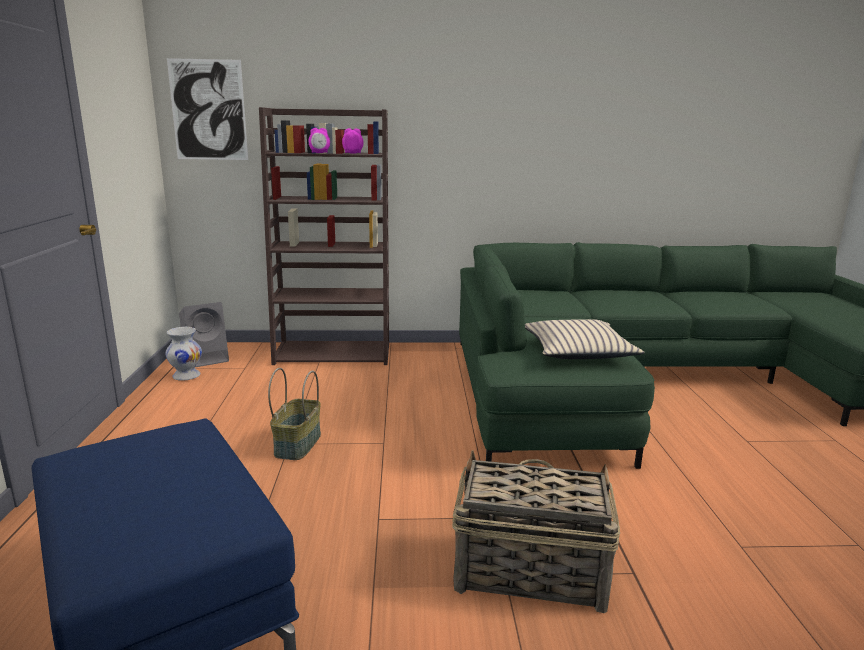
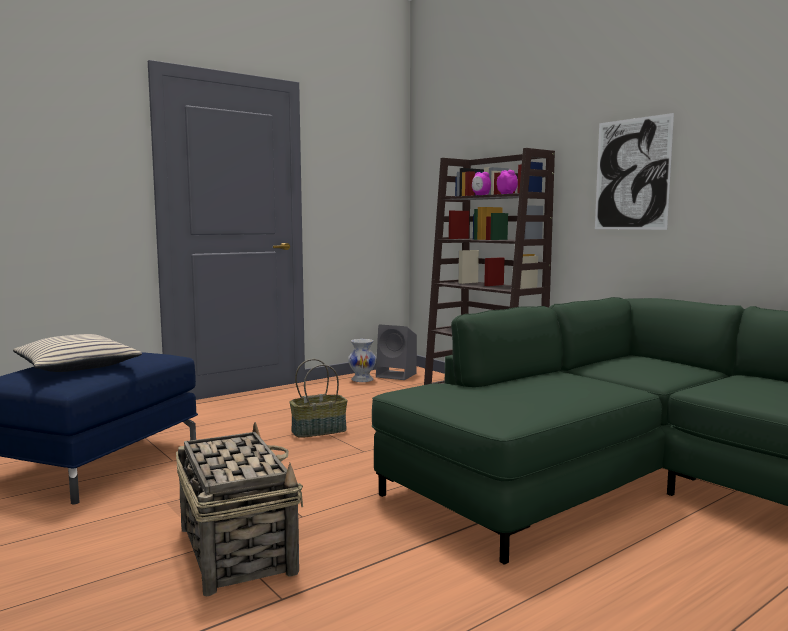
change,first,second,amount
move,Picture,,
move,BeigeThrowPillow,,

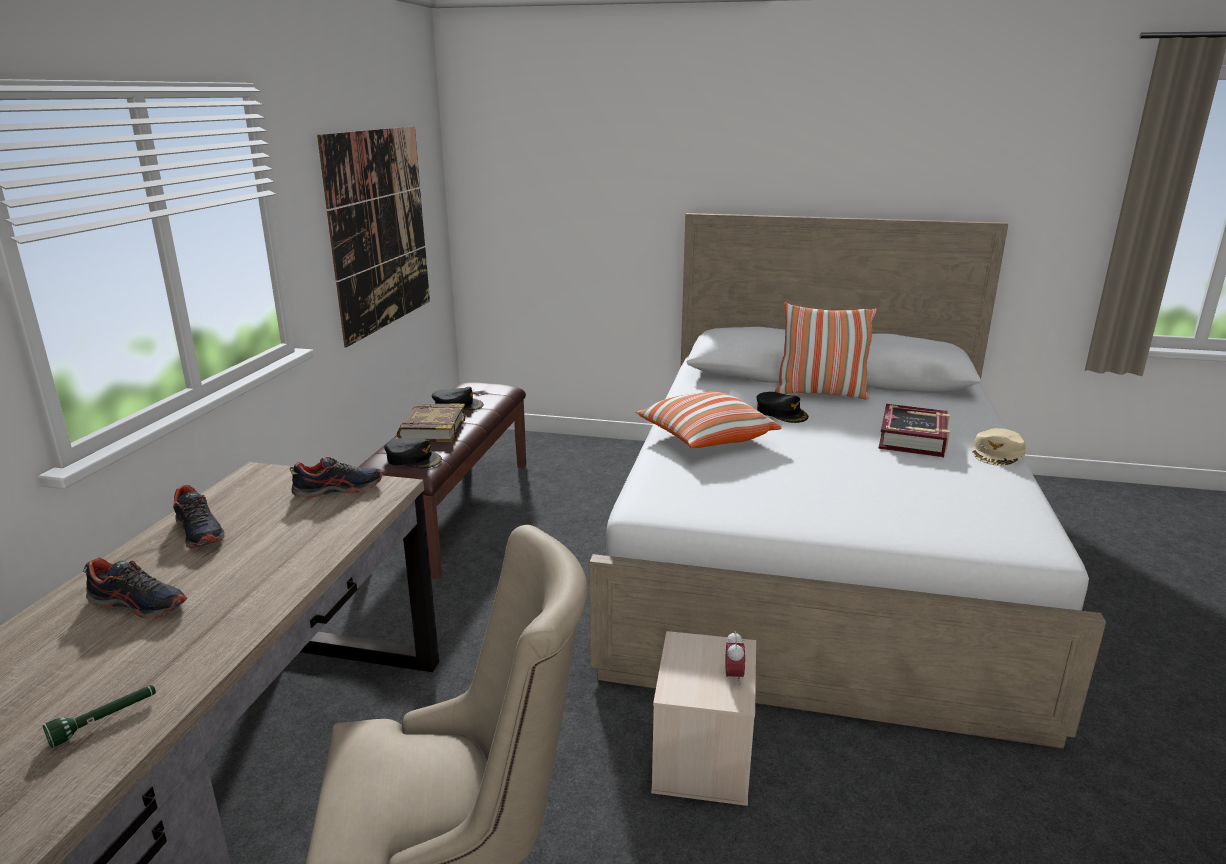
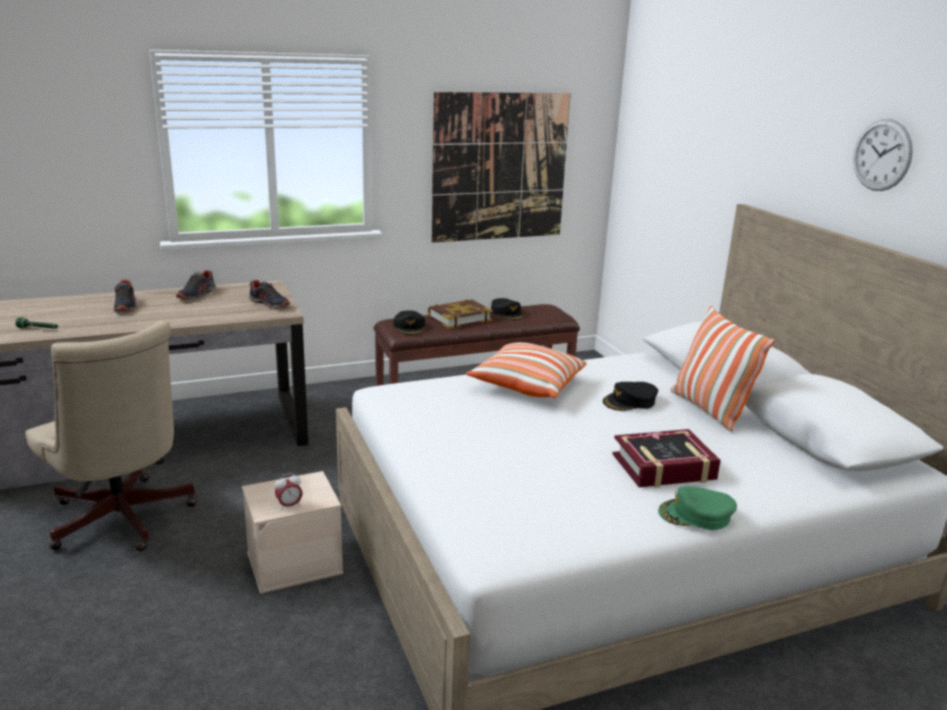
change,first,second,amount
rotate,BlackishCap (3rd from left),,45 degrees clockwise
recolor,BeigeCap,GreenishCap,
insert,,WallClock,

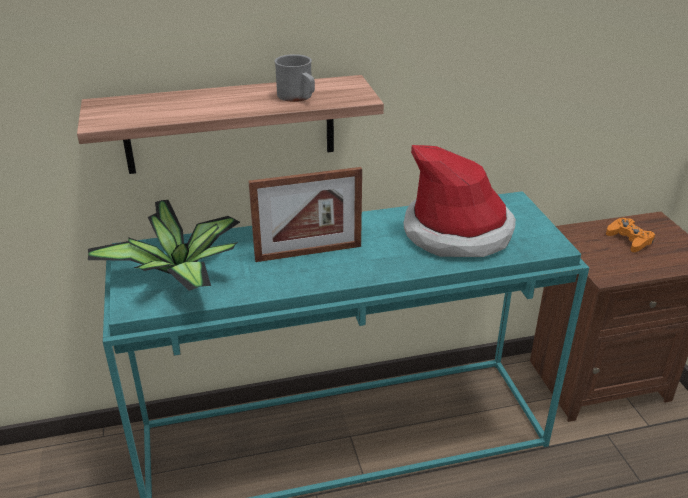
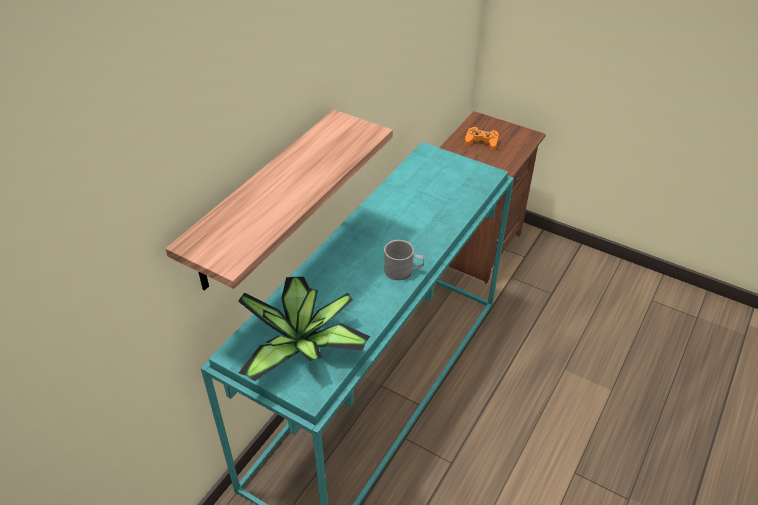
change,first,second,amount
delete,PictureFrame,,
move,GreyMug,,
delete,ClothingHat,,

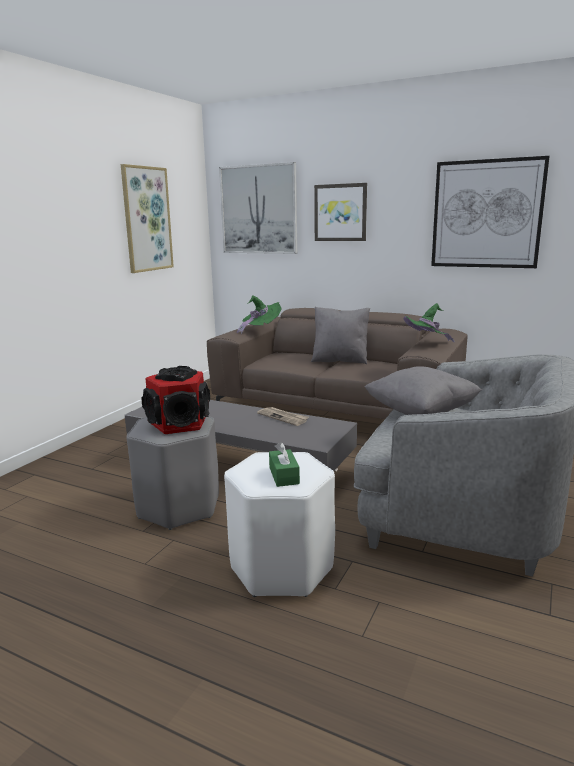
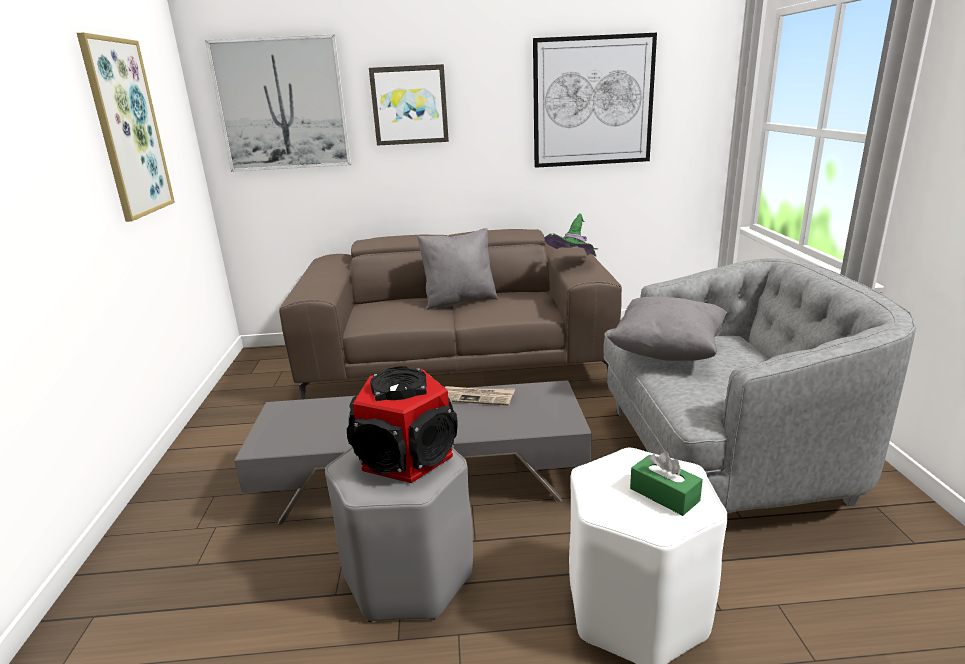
change,first,second,amount
delete,GreenishClothingHat (1st from left),,

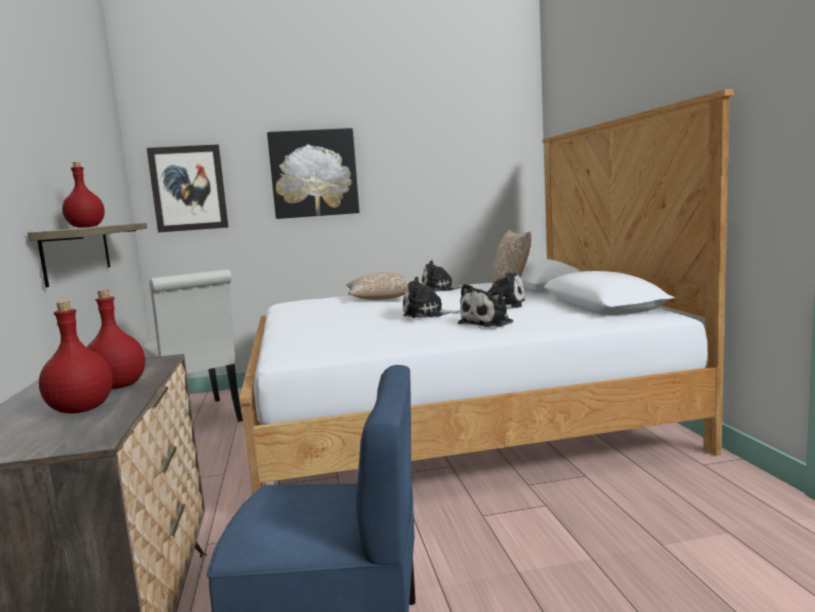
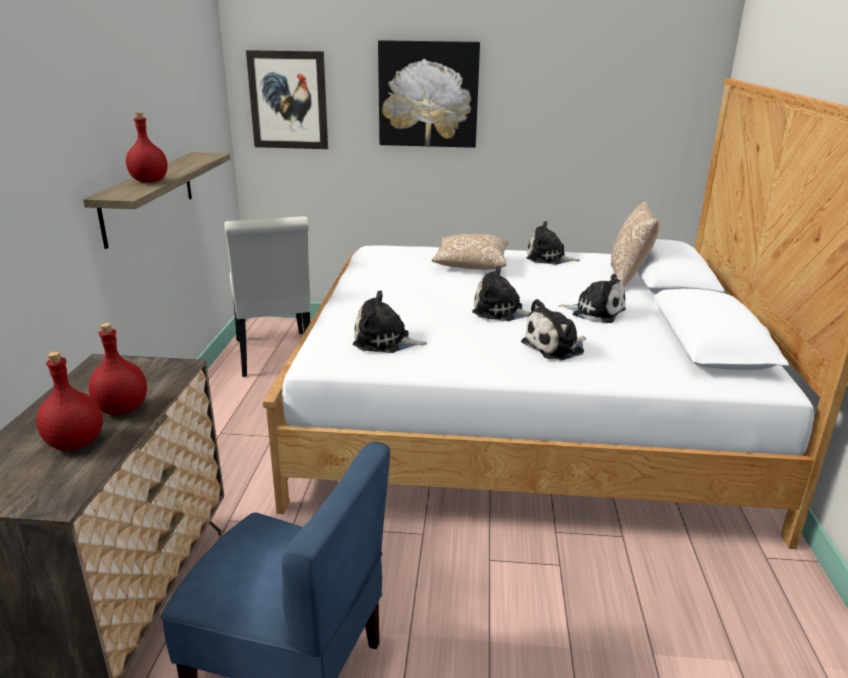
change,first,second,amount
insert,,SoftToy (1st from left),

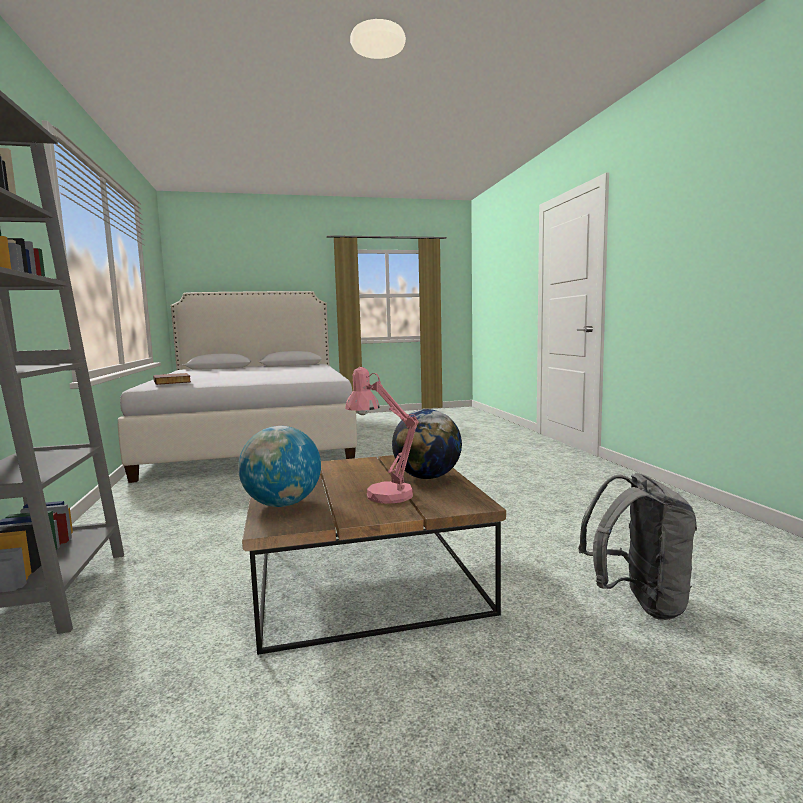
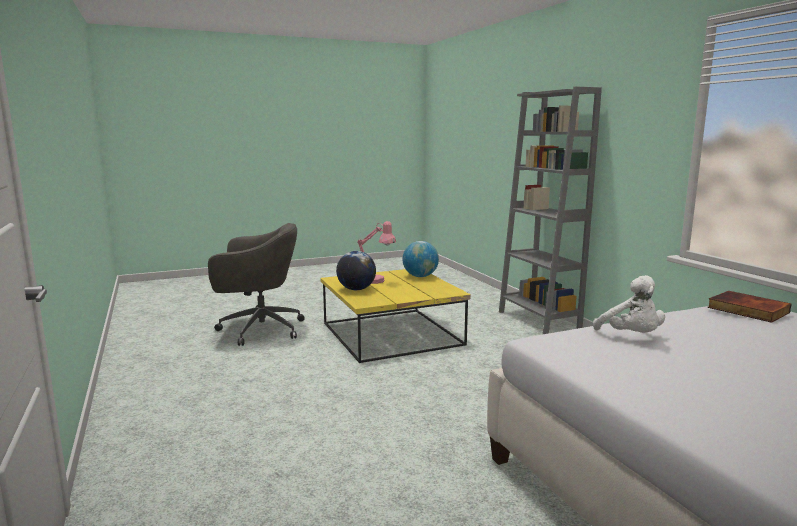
change,first,second,amount
recolor,BrownCoffeeTable,YellowCoffeeTable,
replace,GreyRucksack,GreyDeskChair,
insert,,WhiteSoftToy,

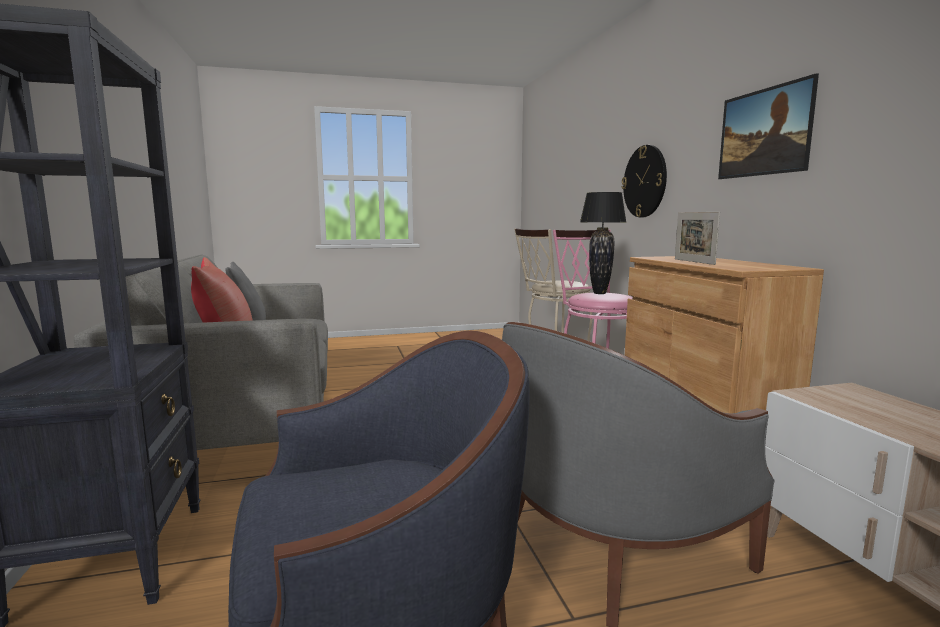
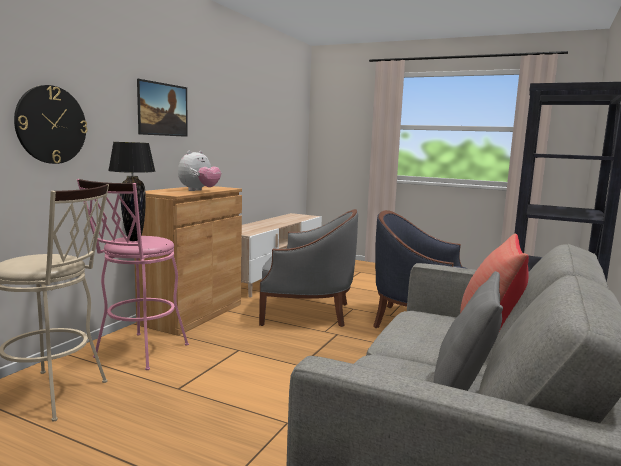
change,first,second,amount
replace,PictureFrame,SoftToy,

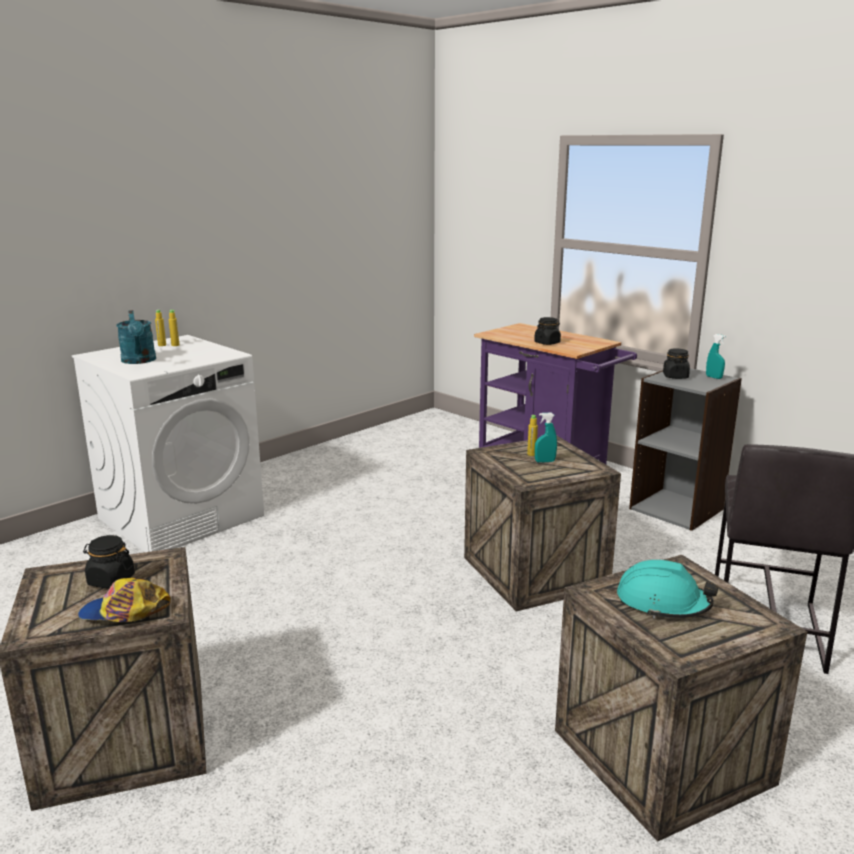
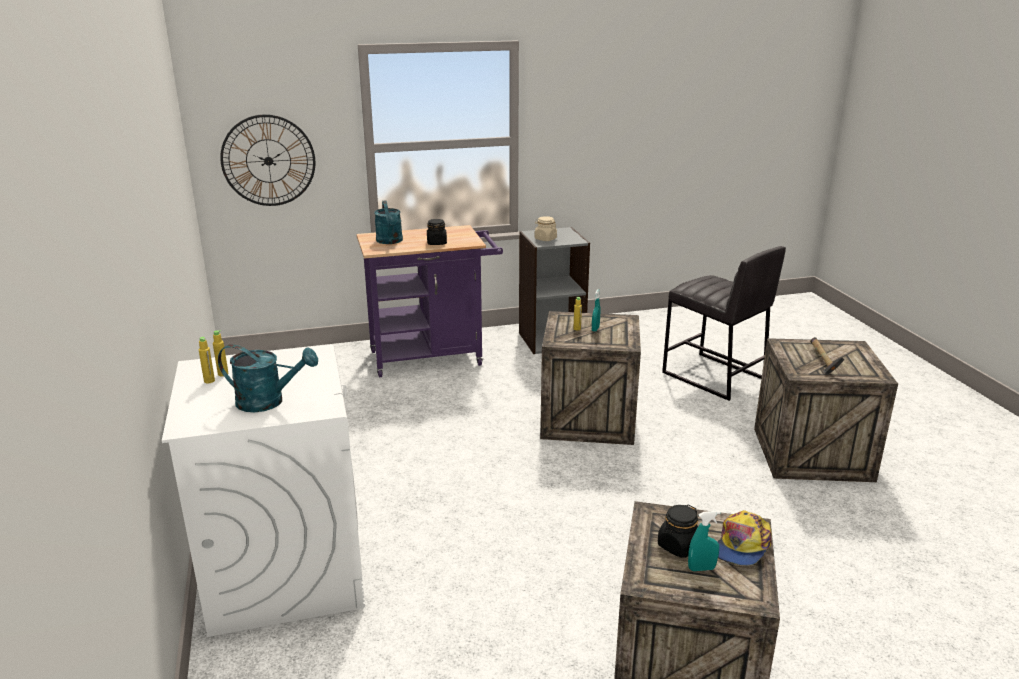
change,first,second,amount
replace,TurquoiseColouredWorkHelmet,ToolHammer,
recolor,BlackishPreserveJar (3rd from left),BeigePreserveJar,
move,TurquoiseColouredSprayBottle (2nd from left),,
insert,,WallClock,
insert,,TurquoiseColouredSprinklingCan (2nd from left),

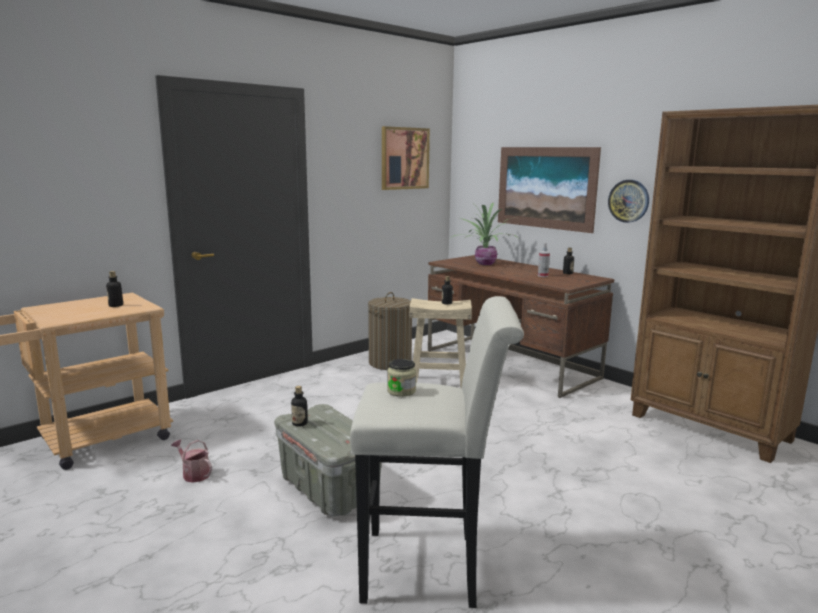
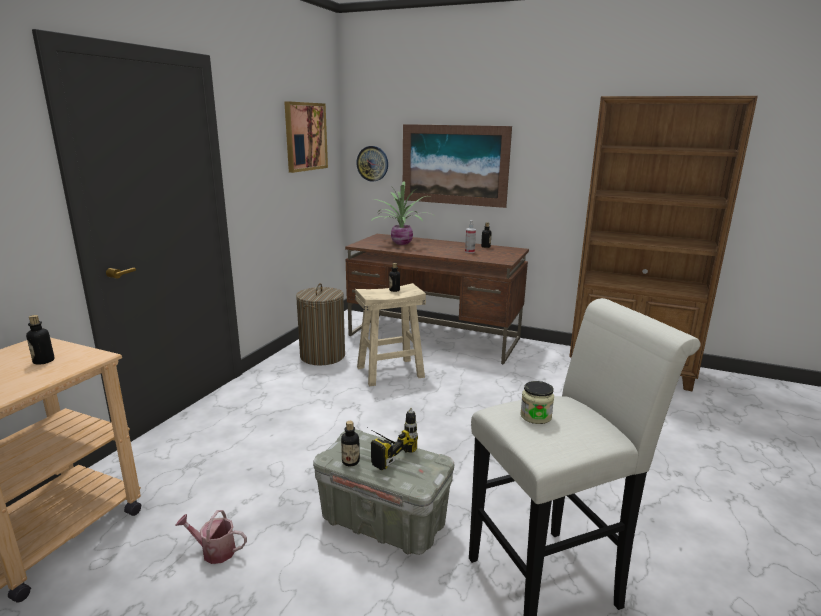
change,first,second,amount
move,WallClock,,
insert,,PowerDrill,

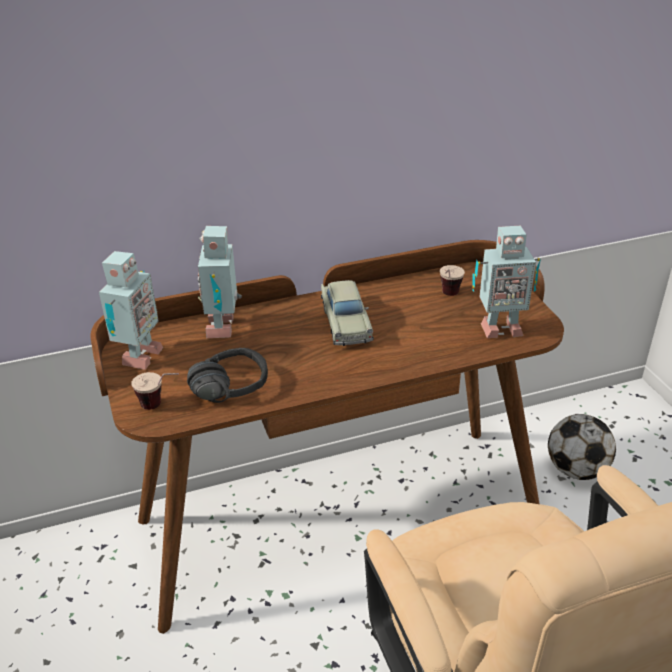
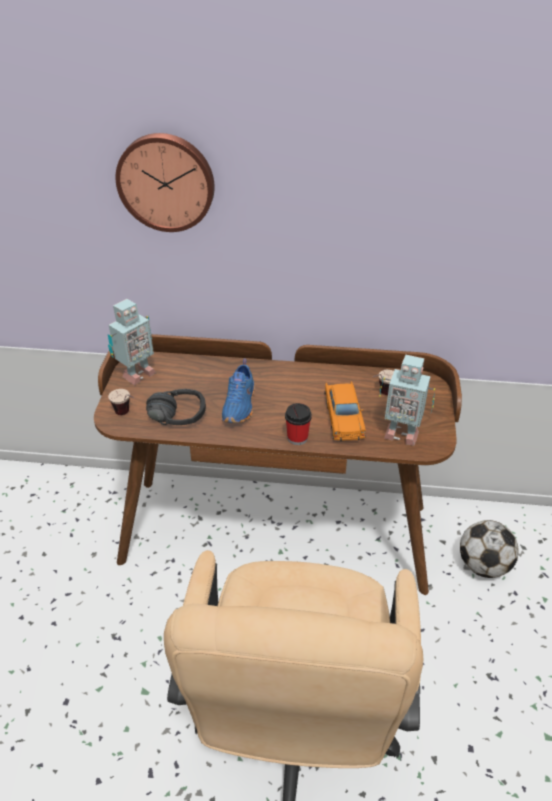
change,first,second,amount
delete,ModelRobot (2nd from left),,
delete,BeigeMiniatureCar,,
insert,,WallClock,
insert,,BluishLowShoe,
insert,,DrinkingCup (2nd from left),
insert,,OrangeMiniatureCar,

